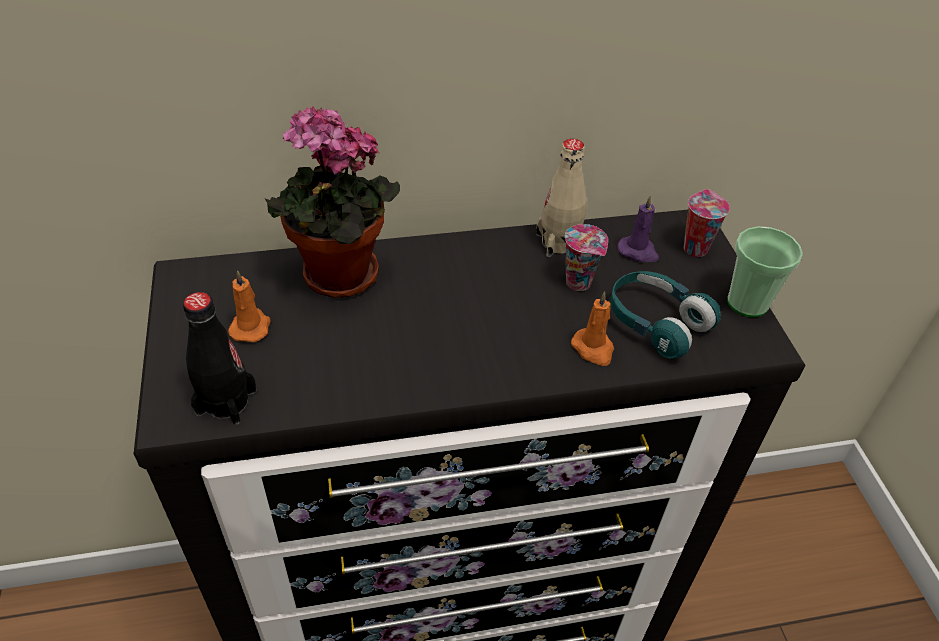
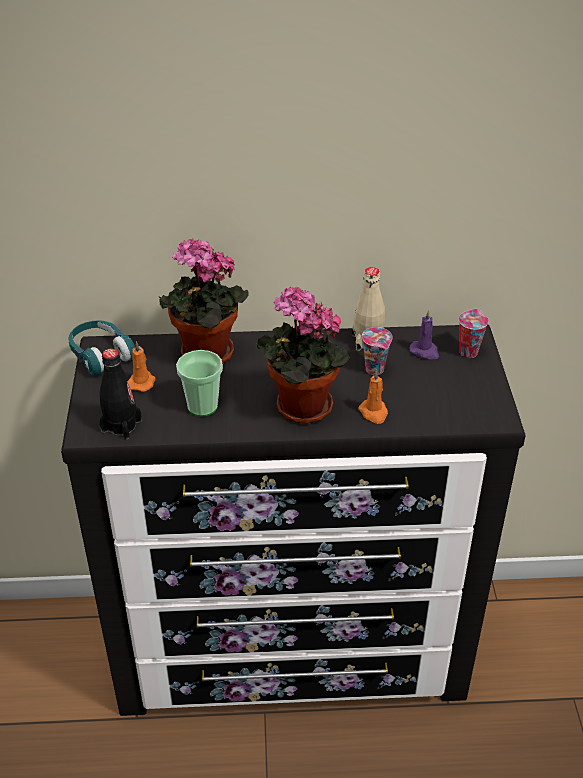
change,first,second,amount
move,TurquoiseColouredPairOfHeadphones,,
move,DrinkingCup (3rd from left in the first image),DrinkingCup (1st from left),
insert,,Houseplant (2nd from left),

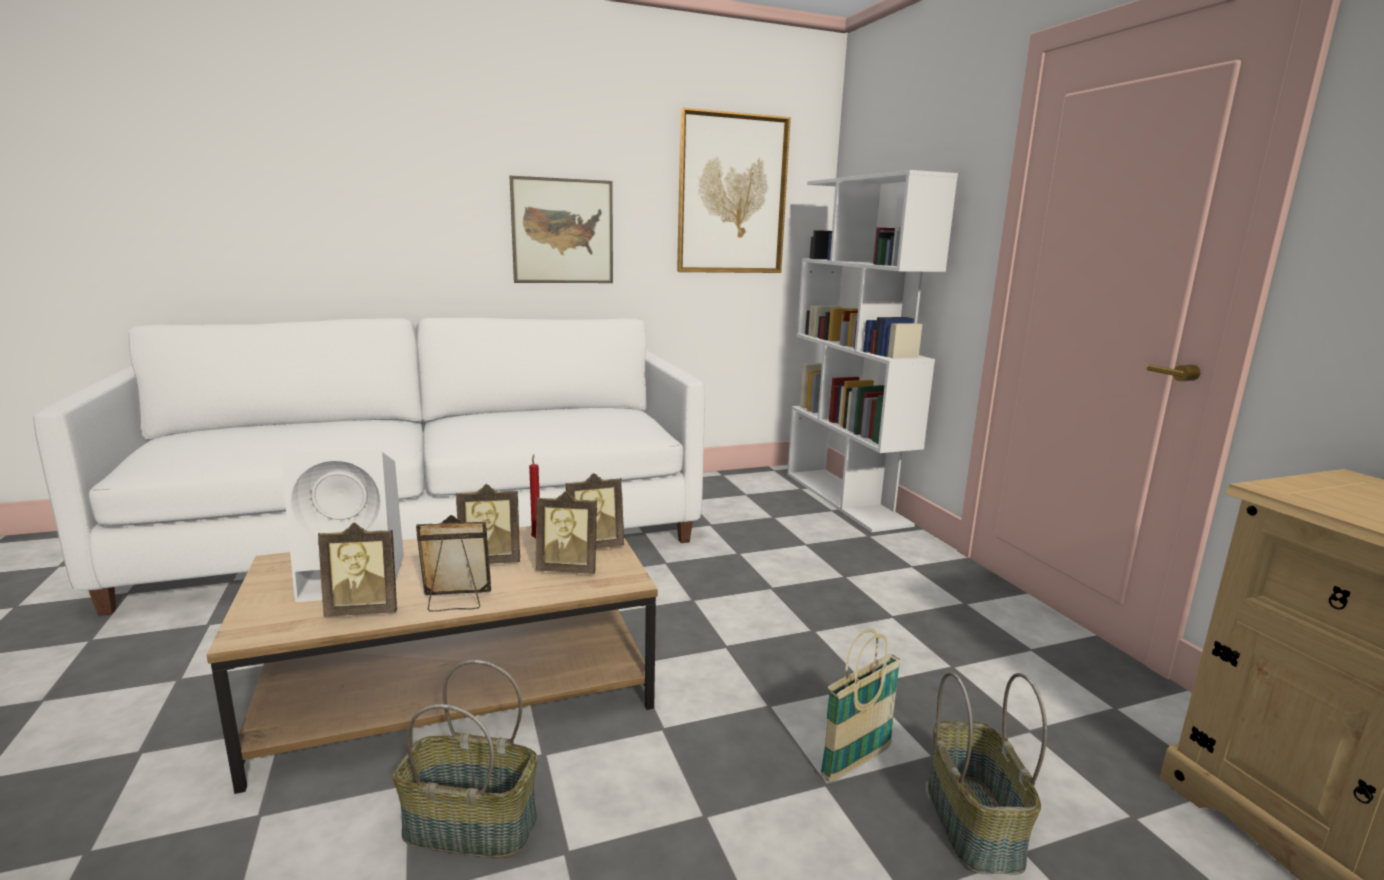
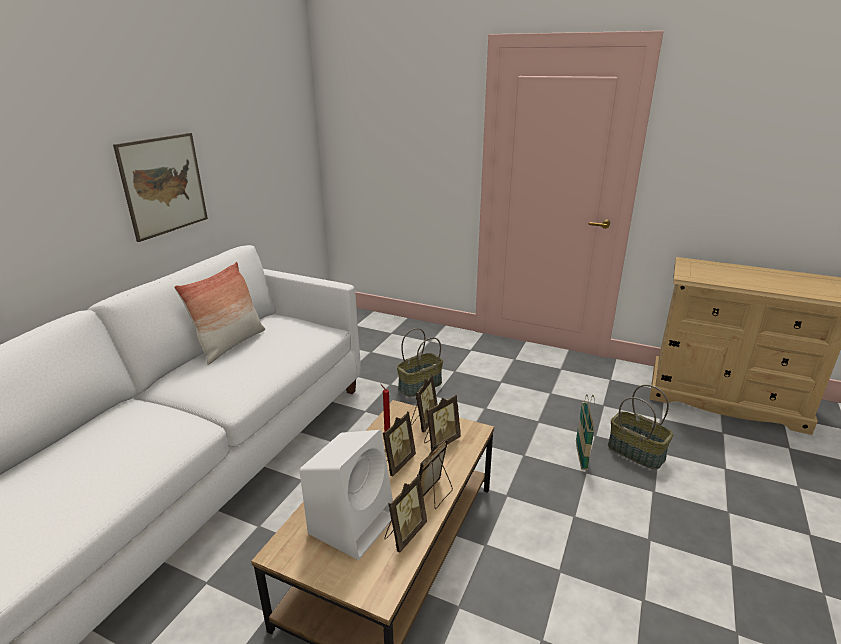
change,first,second,amount
move,HouseholdBasket (1st from left),,
delete,Picture (2nd from left),,
delete,WhiteBookshelf,,
insert,,ThrowPillow,

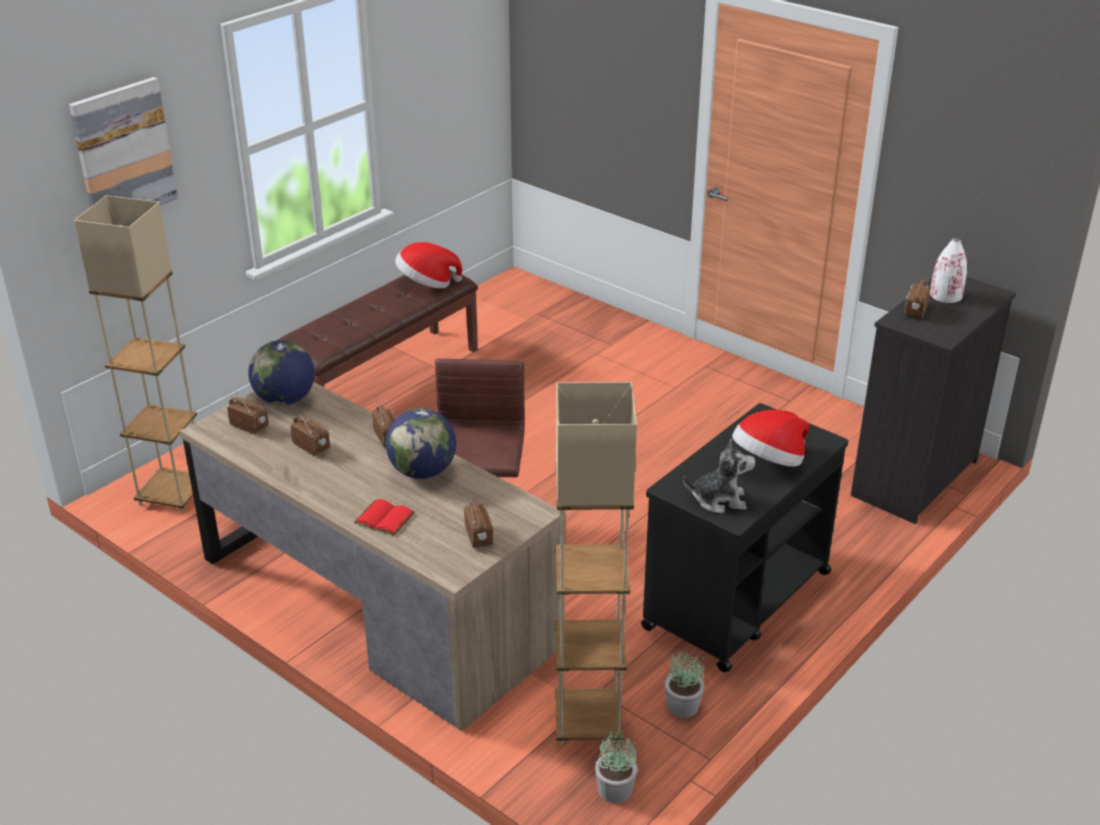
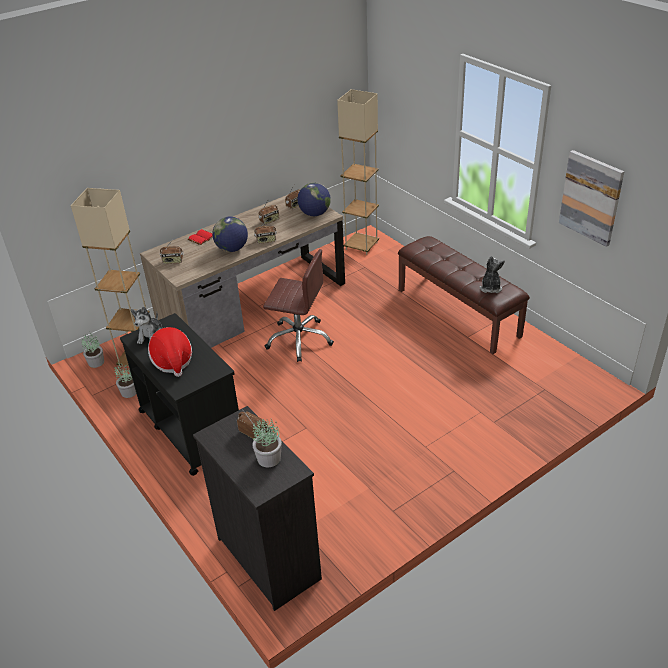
change,first,second,amount
move,Picture,,
replace,ClothingHat (1st from left),SoftToy (2nd from left),
replace,WhiteDecorativeVase,Houseplant (3rd from left),

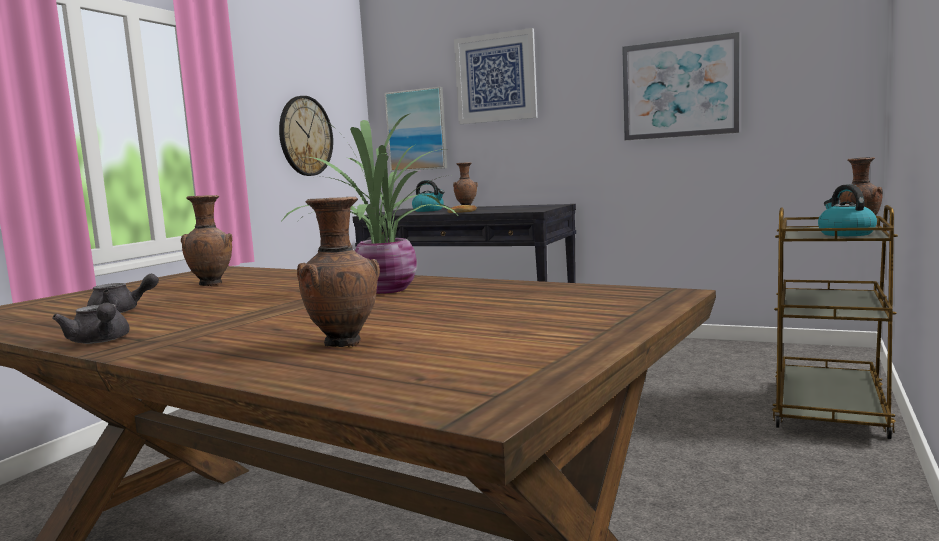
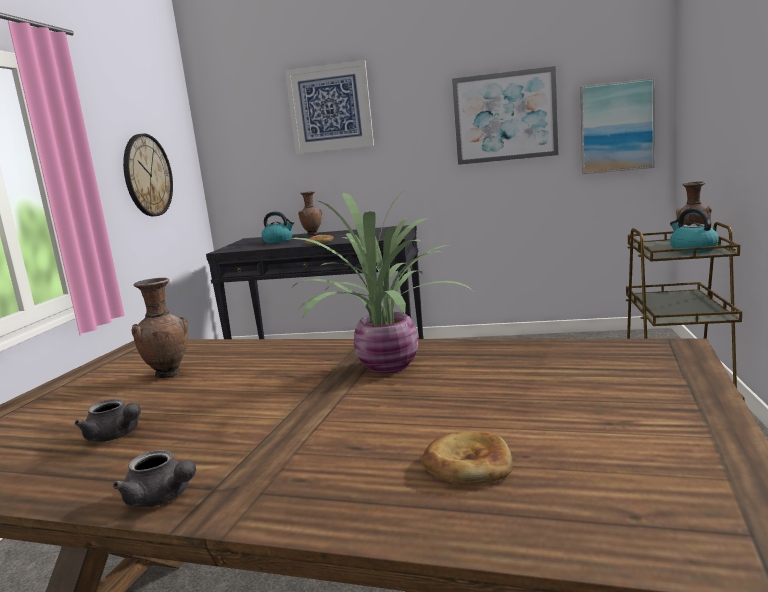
change,first,second,amount
rotate,GreyPotForTea (2nd from left in the first image),GreyPotForTea (1st from left),60 degrees clockwise
replace,BrownDecorativeVase (2nd from left),BakedBread (2nd from left),
move,Picture (1st from left in the first image),Picture (3rd from left),

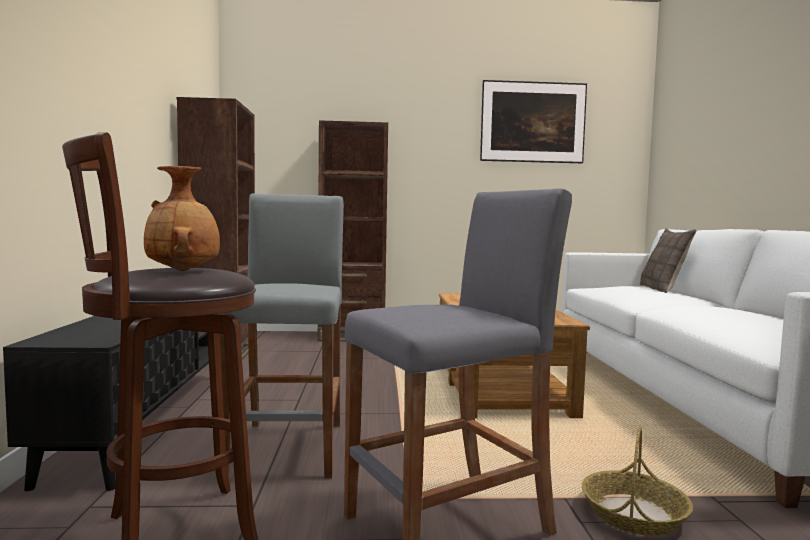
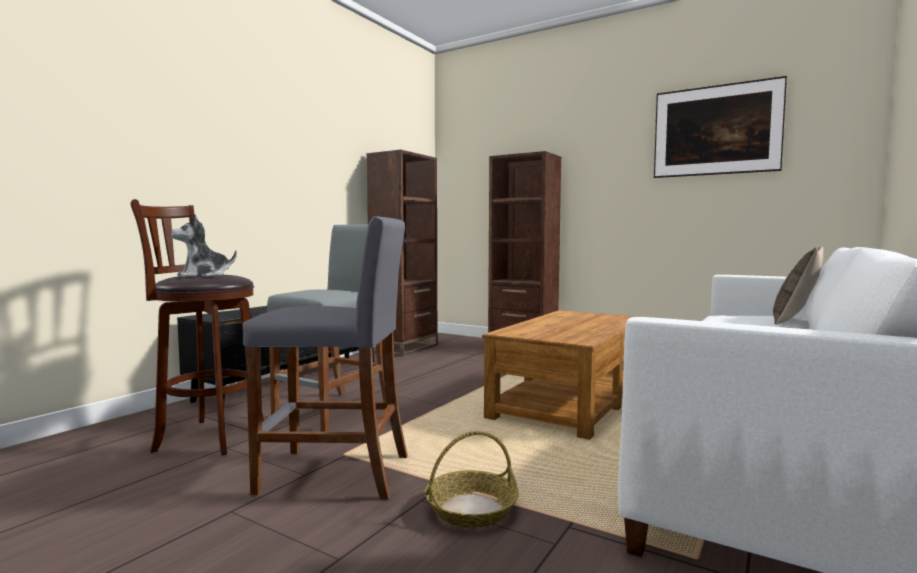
change,first,second,amount
replace,BrownDecorativeVase,SoftToy,

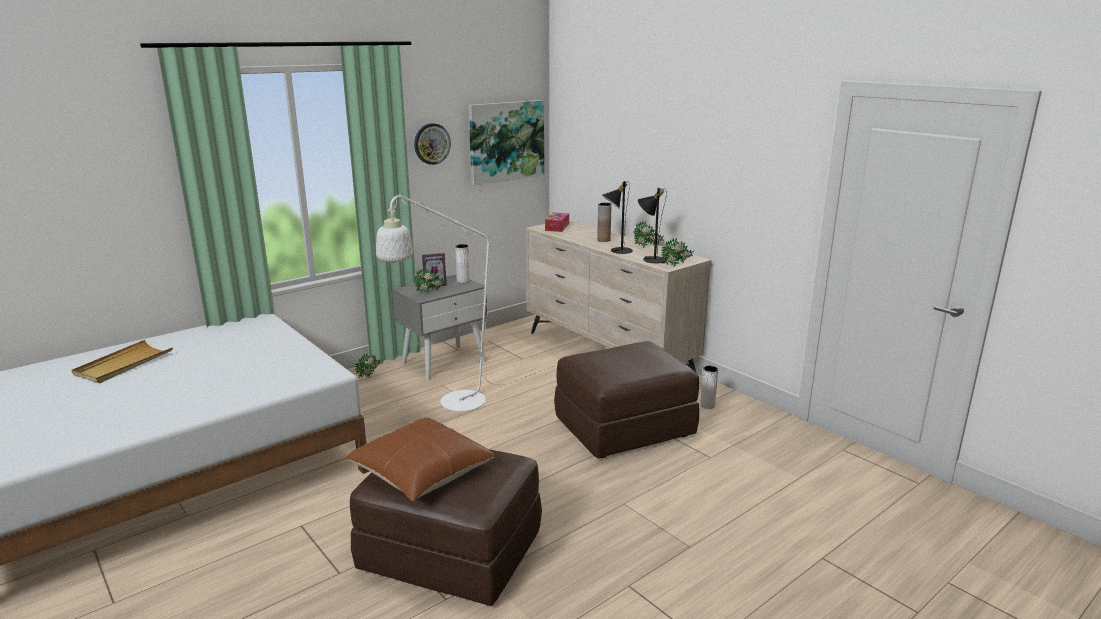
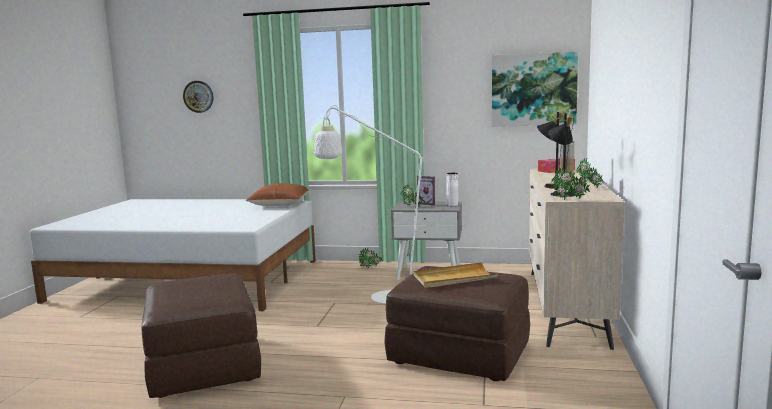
change,first,second,amount
move,BeigeCarryingTray,,
move,BrownThrowPillow,,
move,WallClock,,
delete,WhiteDecorativeVase (2nd from left),,

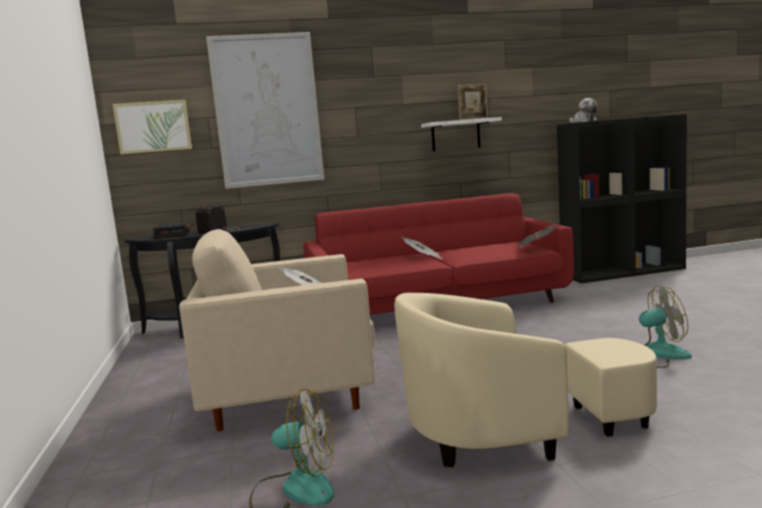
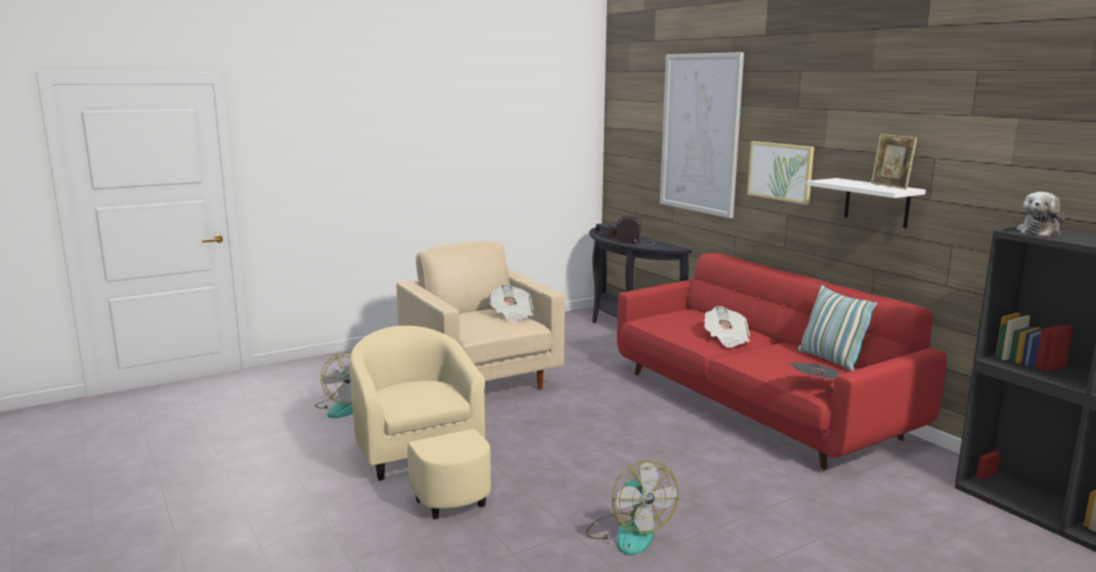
change,first,second,amount
move,Picture (1st from left in the first image),Picture (2nd from left),
insert,,ThrowPillow,

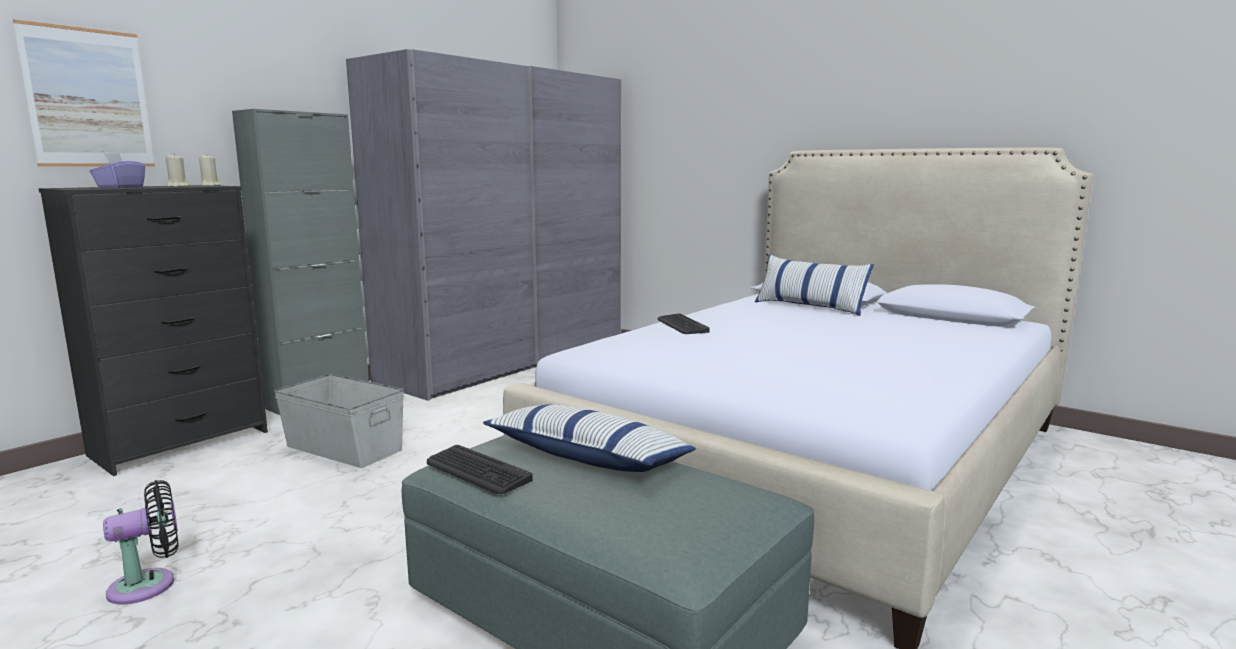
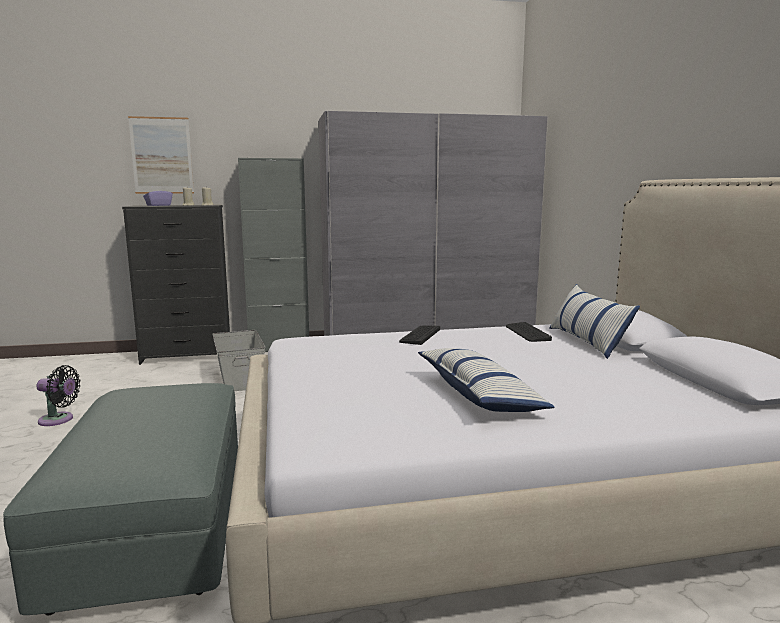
change,first,second,amount
move,ComputerKeyboard (1st from left in the first image),ComputerKeyboard (2nd from left),
move,ThrowPillow (1st from left),,

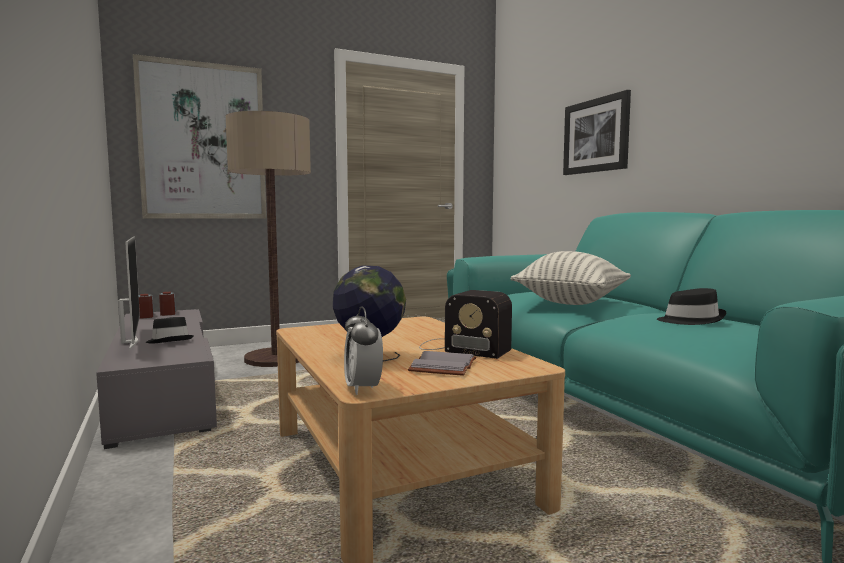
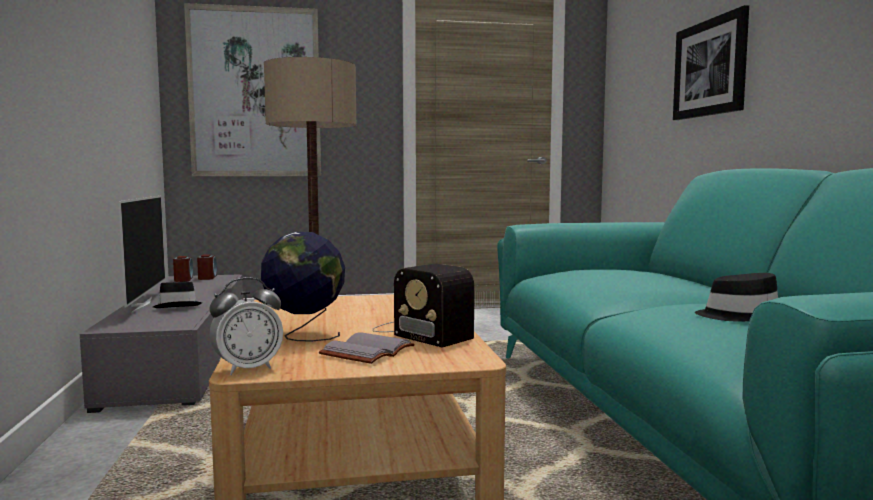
change,first,second,amount
rotate,BedsideClock (3rd from left),,120 degrees counterclockwise
delete,ThrowPillow,,

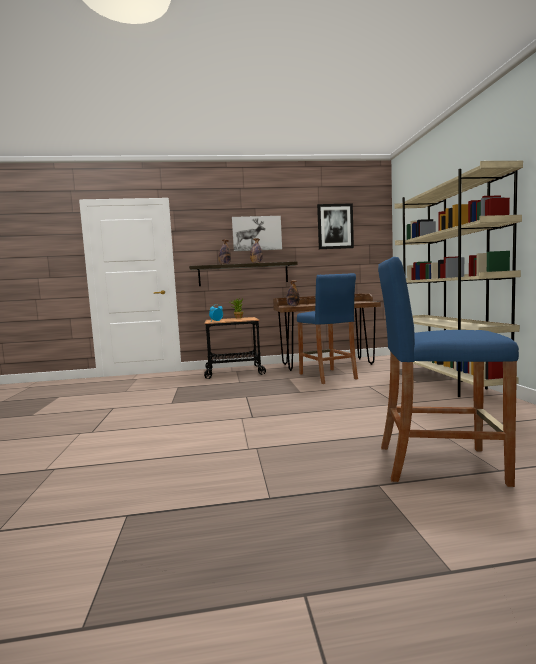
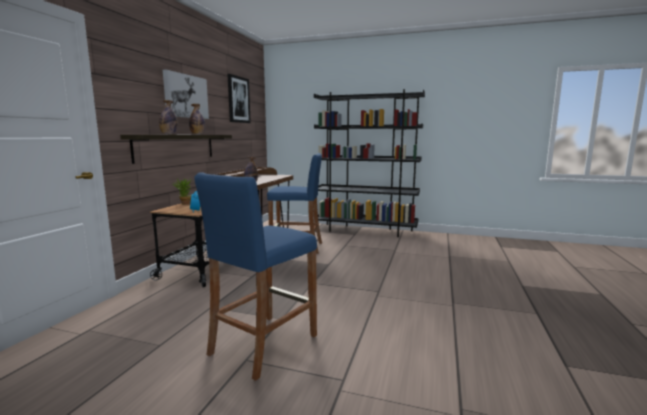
change,first,second,amount
move,BluishStoolSeat (2nd from left in the first image),BluishStoolSeat (1st from left),
recolor,BeigeBookshelf,BlackishBookshelf,

